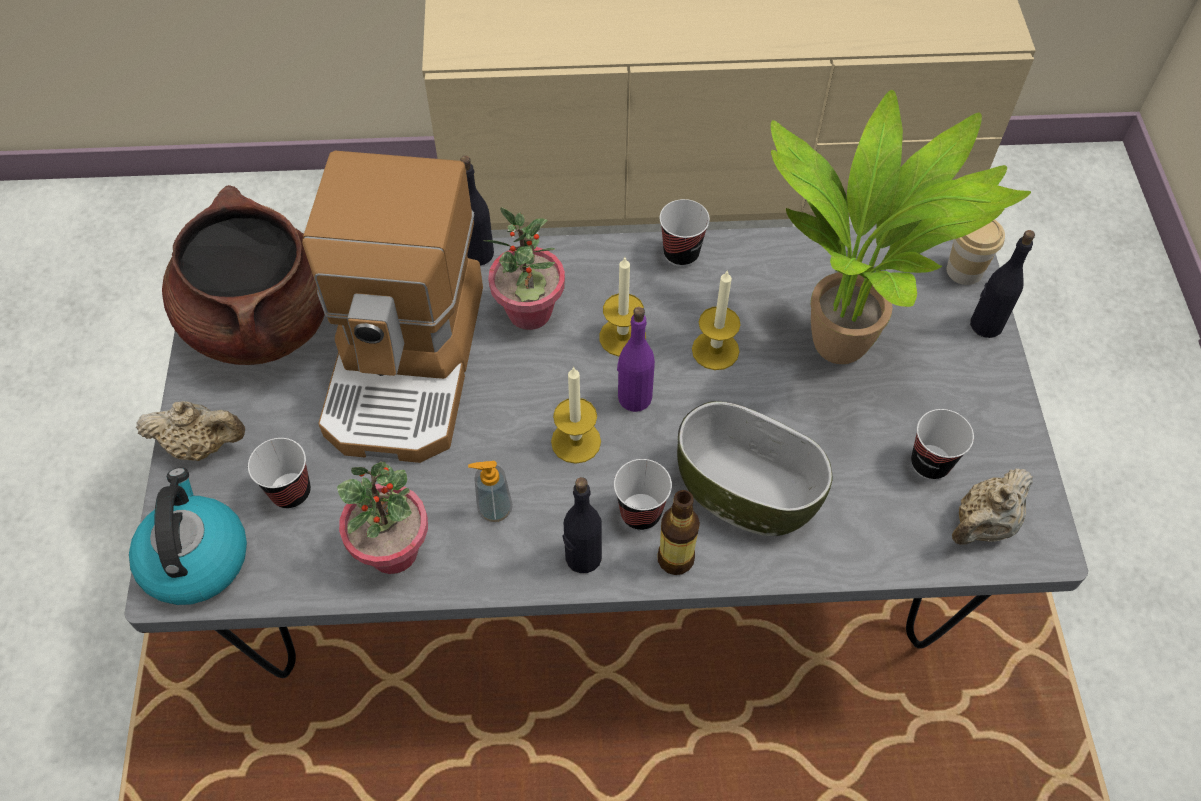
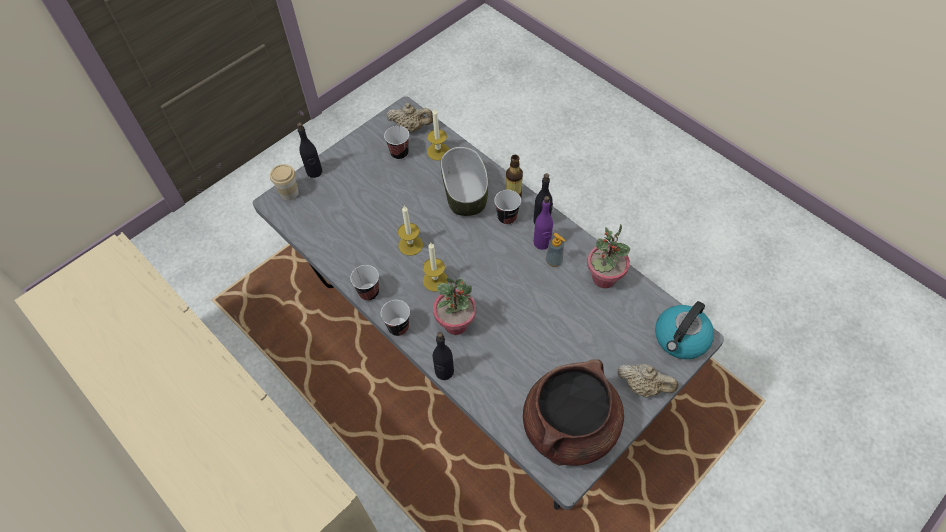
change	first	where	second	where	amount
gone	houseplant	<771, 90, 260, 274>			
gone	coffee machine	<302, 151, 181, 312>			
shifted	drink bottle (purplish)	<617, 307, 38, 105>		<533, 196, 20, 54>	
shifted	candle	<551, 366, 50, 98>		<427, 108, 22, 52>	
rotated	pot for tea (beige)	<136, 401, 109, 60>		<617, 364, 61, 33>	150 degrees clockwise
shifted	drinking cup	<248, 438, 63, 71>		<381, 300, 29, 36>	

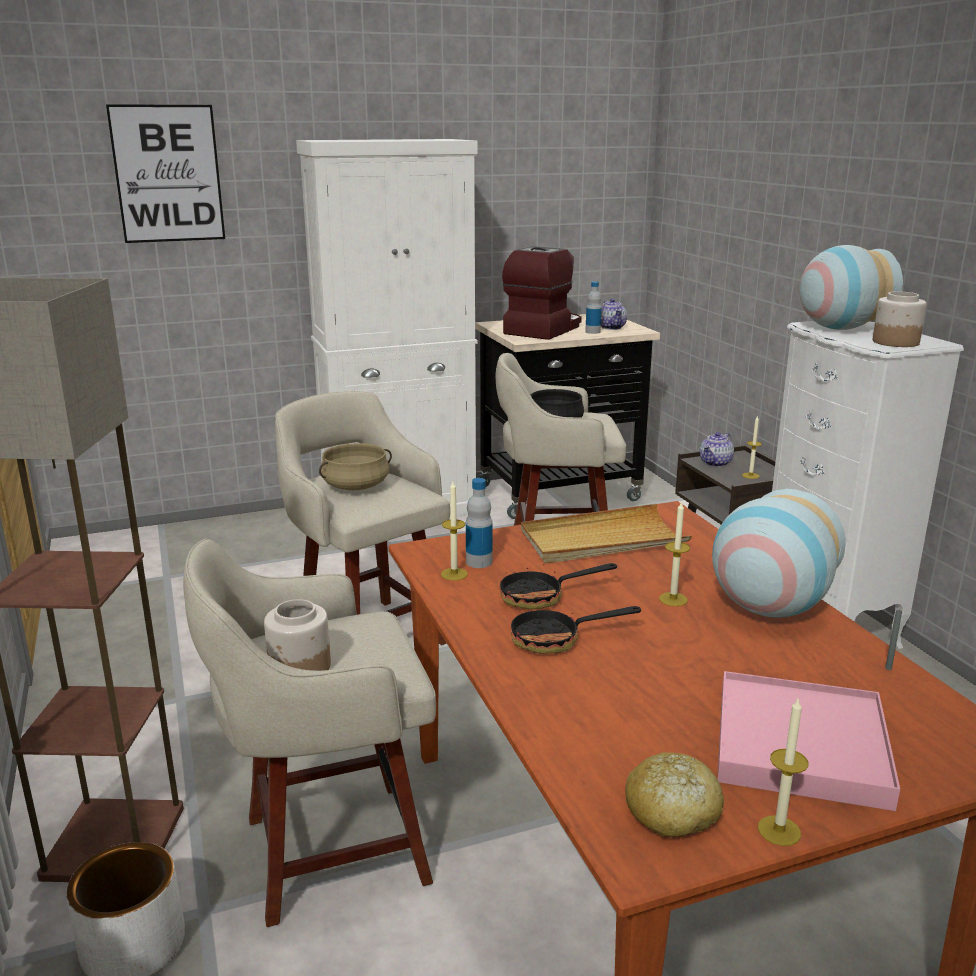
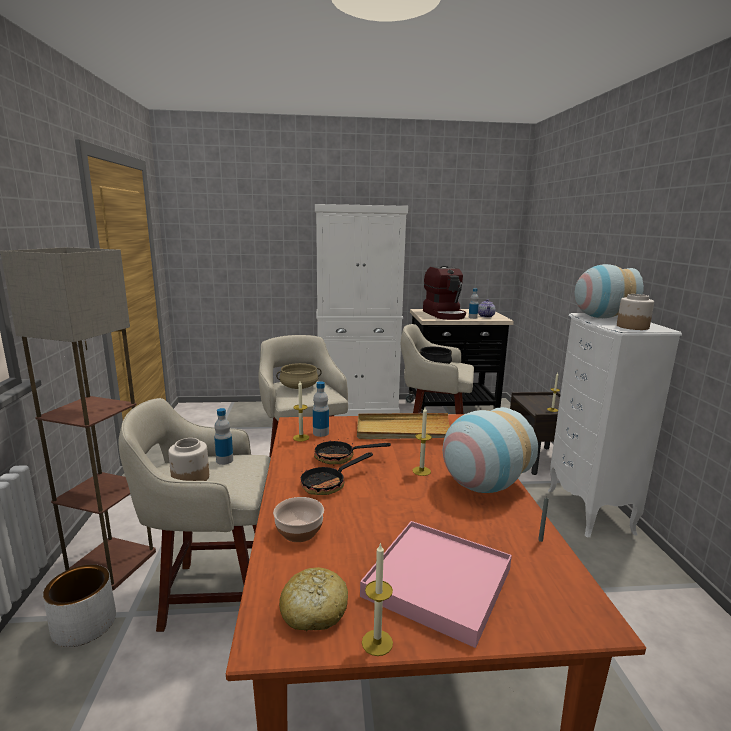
change	first	where	second	where	amount
gone	wall art	<106, 104, 119, 139>			
rotated	coffee machine	<502, 246, 80, 94>		<423, 266, 43, 54>	120 degrees clockwise
gone	pot for tea	<700, 432, 34, 35>			
rotated	frying pan	<511, 596, 130, 58>		<301, 452, 72, 43>	45 degrees counterclockwise
new			drink bottle	<214, 408, 19, 57>	
new			bowl	<273, 497, 51, 45>	

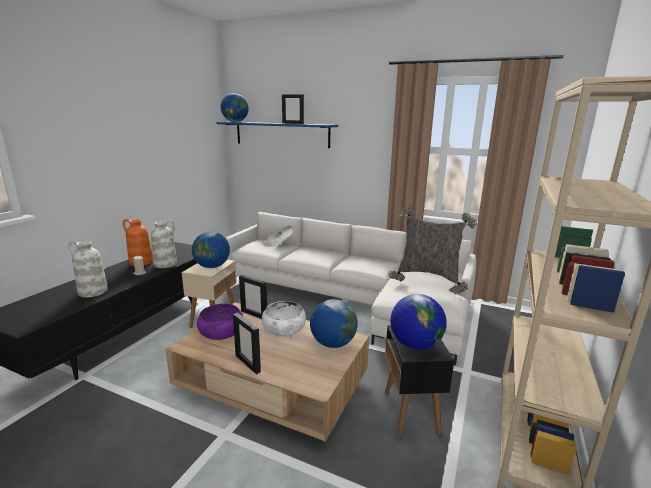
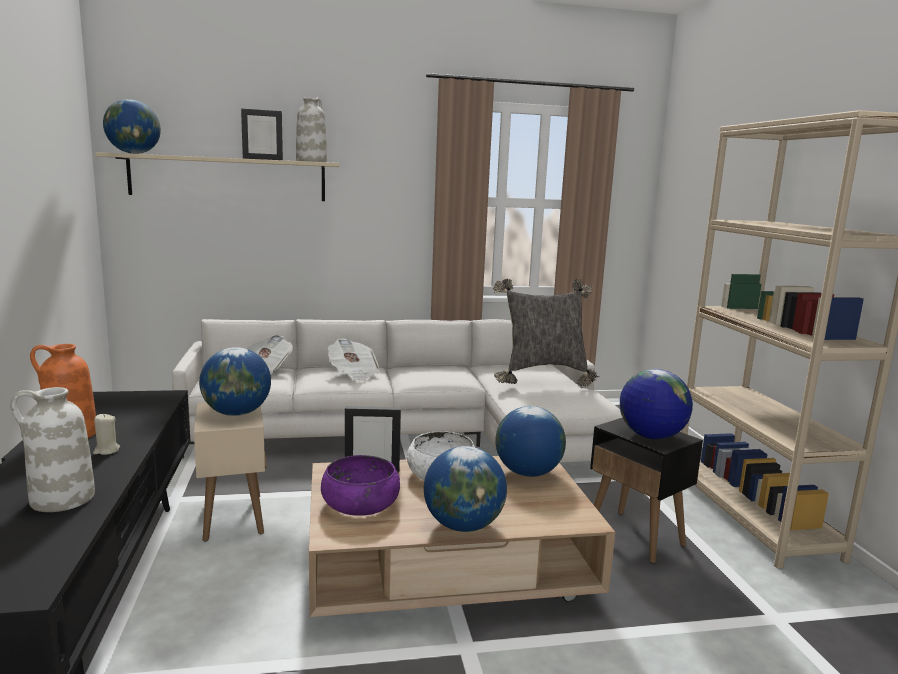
change	first	where	second	where	amount
repainted	bracket shelf (blue)	<216, 122, 122, 26>	bracket shelf (beige)	<95, 152, 245, 49>	
shifted	decorative vase (white-coloured)	<151, 220, 26, 48>		<296, 98, 31, 64>	
swapped	photo frame	<233, 313, 28, 61>	world globe	<424, 446, 83, 86>	
new			printed paper	<328, 338, 52, 44>	

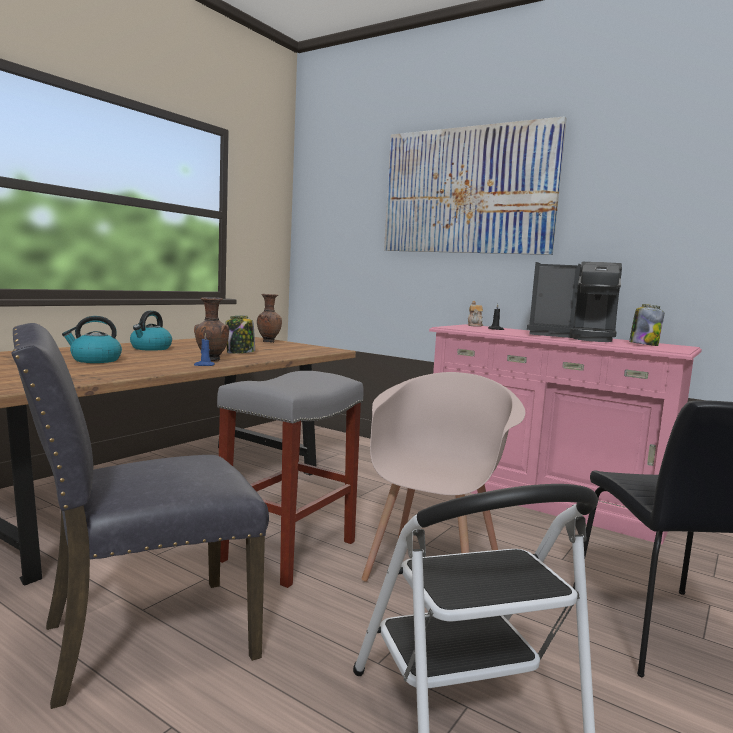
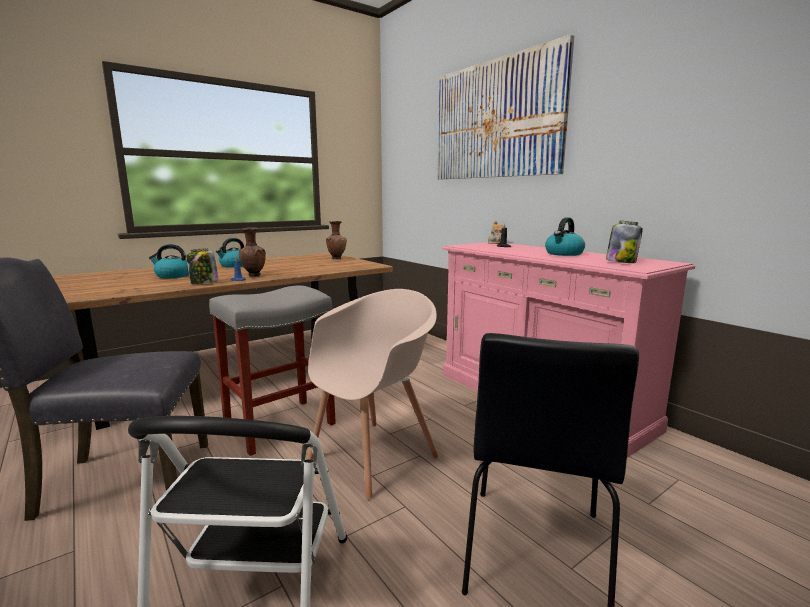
change	first	where	second	where	amount
swapped	coffee machine	<527, 262, 95, 80>	water kettle	<545, 217, 40, 39>	
shifted	storage jar	<226, 315, 29, 39>		<186, 248, 33, 36>	

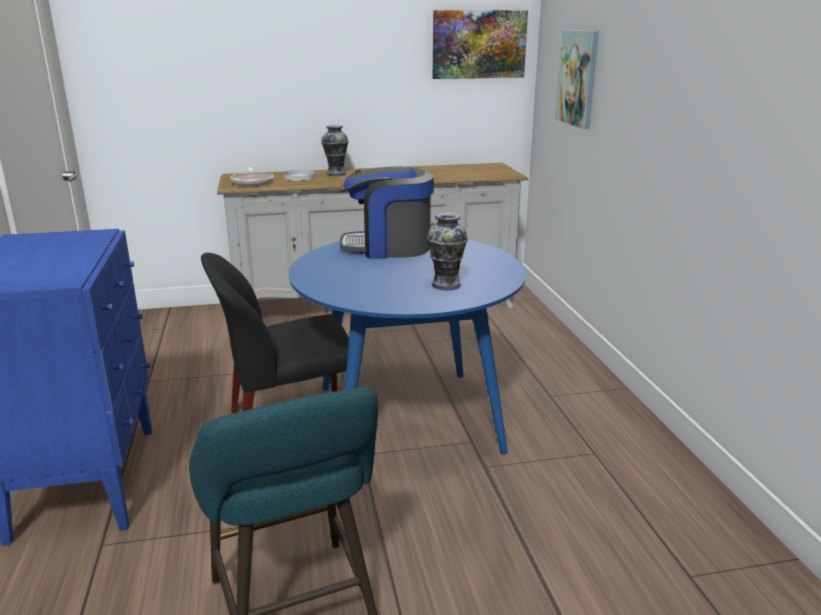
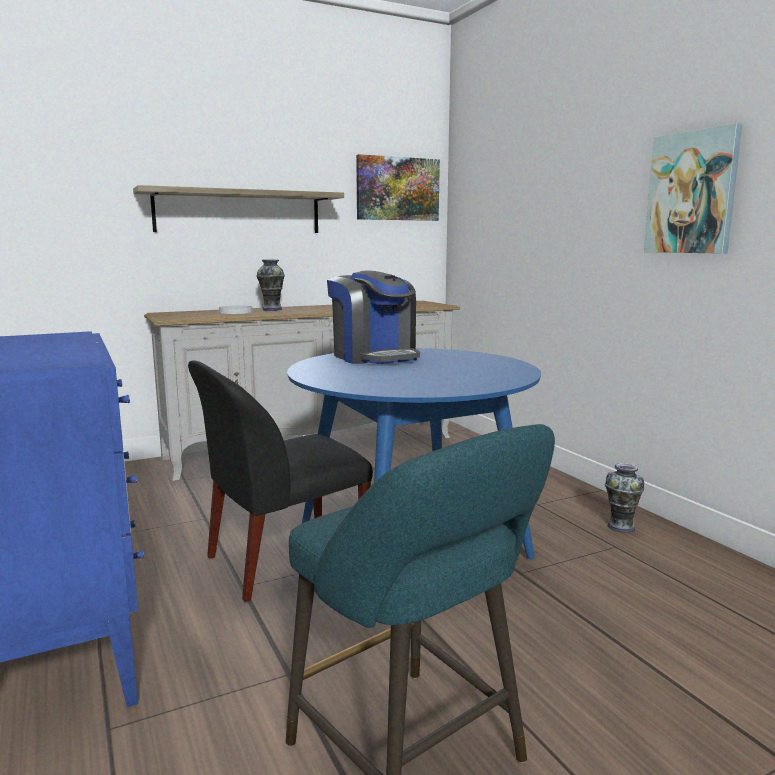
change	first	where	second	where	amount
shifted	wall art	<555, 30, 44, 99>		<644, 123, 98, 131>	
rotated	coffee machine	<339, 166, 95, 93>		<327, 271, 93, 93>	105 degrees counterclockwise
gone	frying pan	<231, 167, 42, 19>			
shifted	decorative vase	<427, 213, 41, 77>		<605, 463, 39, 69>	
new			bracket shelf	<133, 185, 211, 48>	

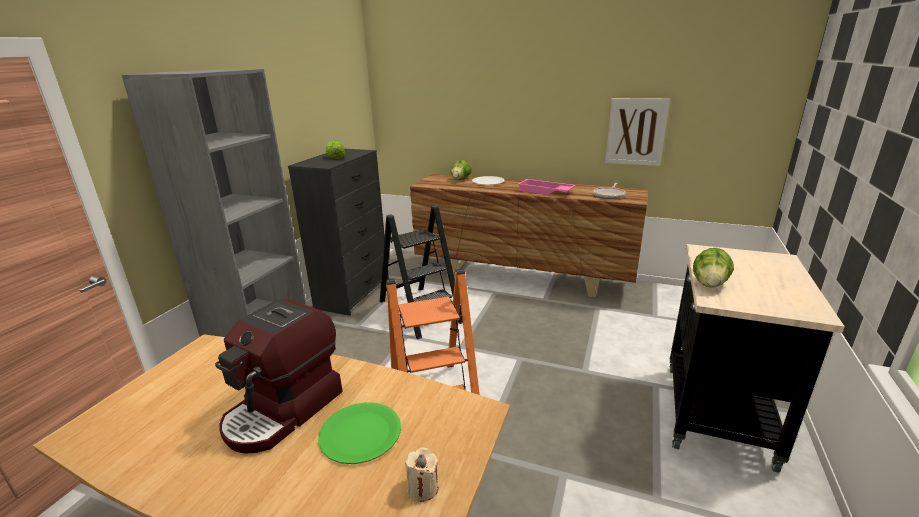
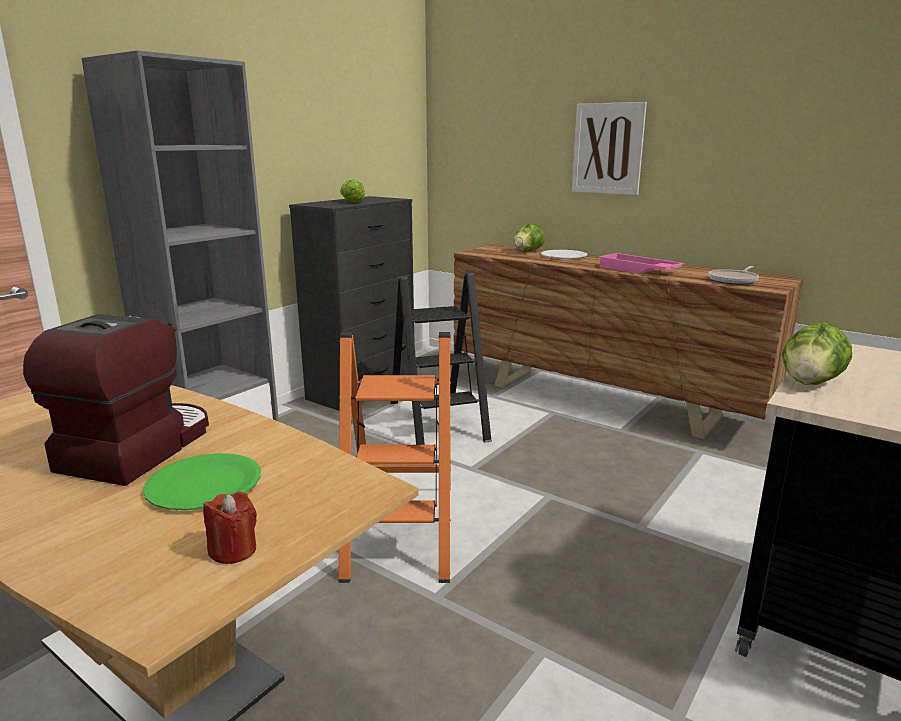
change	first	where	second	where	amount
shifted	wall art	<605, 98, 65, 68>		<572, 102, 75, 93>	
rotated	coffee machine	<215, 299, 128, 155>		<23, 314, 186, 172>	150 degrees clockwise
repainted	candle (beige)	<405, 447, 33, 55>	candle (reddish)	<203, 491, 54, 73>	

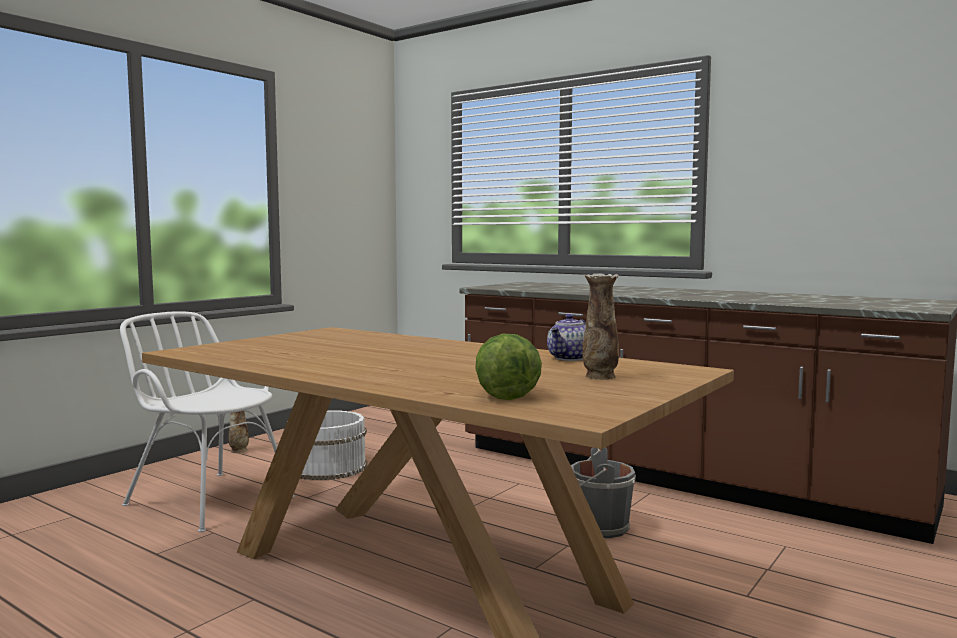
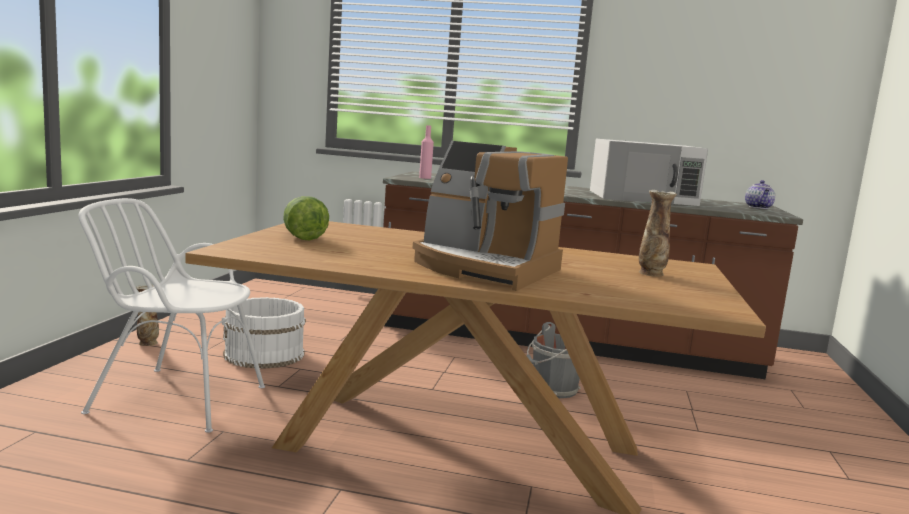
change	first	where	second	where	amount
shifted	pot for tea	<547, 314, 39, 47>		<745, 180, 30, 29>	
shifted	lettuce head	<475, 334, 67, 66>		<283, 196, 46, 45>	
new			drink bottle (pink-coloured)	<419, 125, 15, 54>	
new			kitchen microwave (white-coloured)	<590, 139, 118, 67>	
new			coffee machine	<413, 141, 155, 150>	

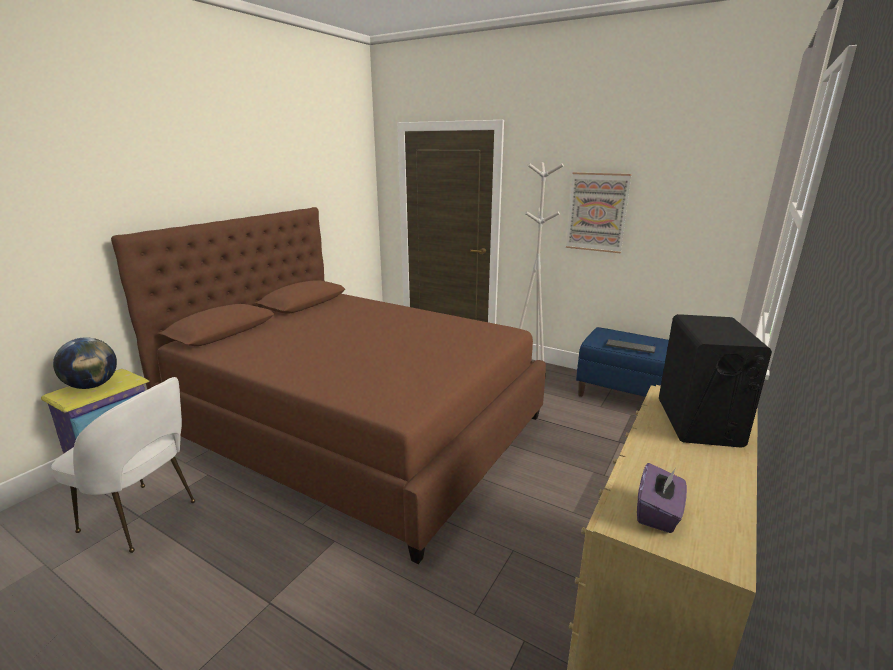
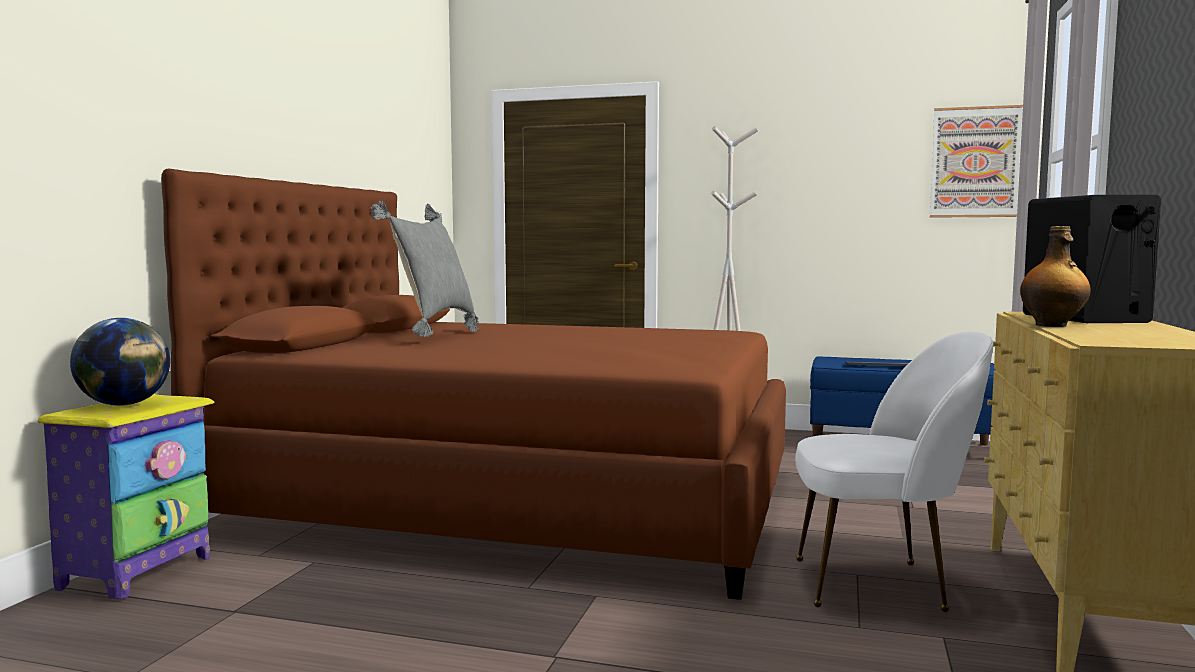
change	first	where	second	where	amount
shifted	wall art	<566, 172, 66, 81>		<930, 105, 93, 113>	
shifted	chair (white-coloured)	<51, 377, 144, 176>		<795, 332, 198, 280>	
gone	tissue holder (purplish)	<637, 463, 50, 70>			
new			throw pillow (greyish)	<371, 201, 108, 136>	
new			drink bottle	<1020, 226, 70, 101>	

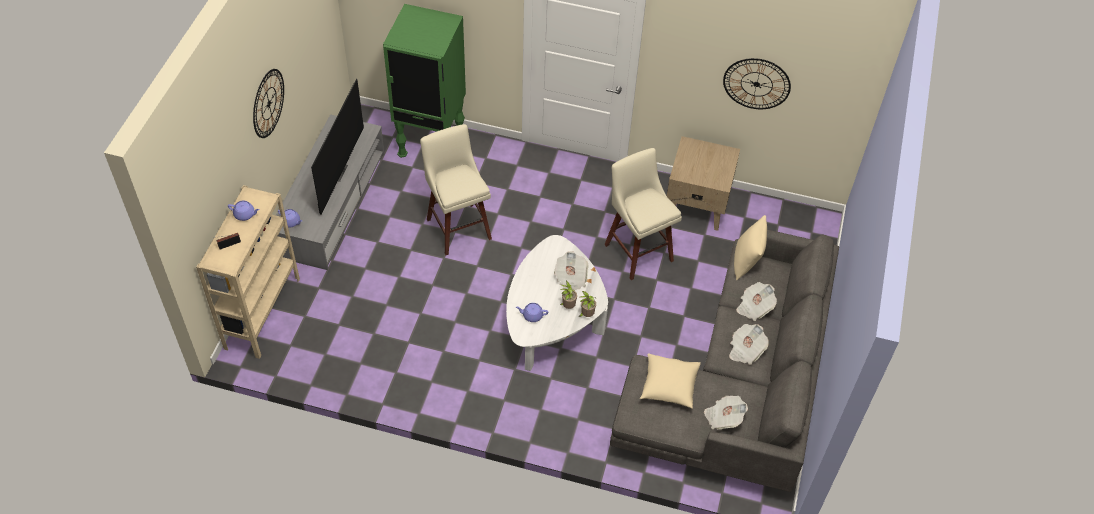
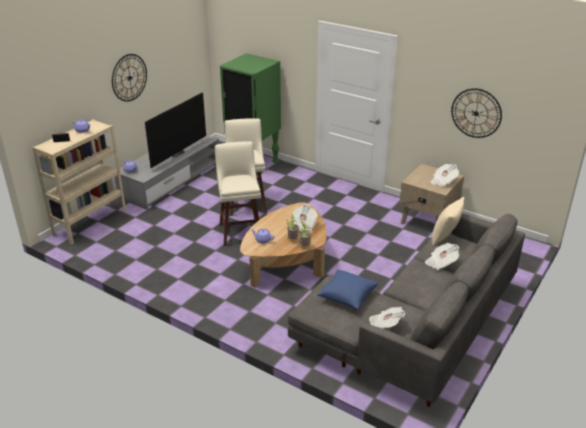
change	first	where	second	where	amount
shifted	stool (beige)	<604, 148, 78, 132>		<215, 141, 46, 105>	
repainted	low table (white-coloured)	<506, 235, 102, 136>	low table (brown-coloured)	<240, 202, 87, 85>	
shifted	printed paper	<729, 324, 40, 41>		<431, 164, 28, 23>	
repainted	throw pillow (beige)	<640, 353, 61, 56>	throw pillow (blue)	<317, 270, 62, 40>	

